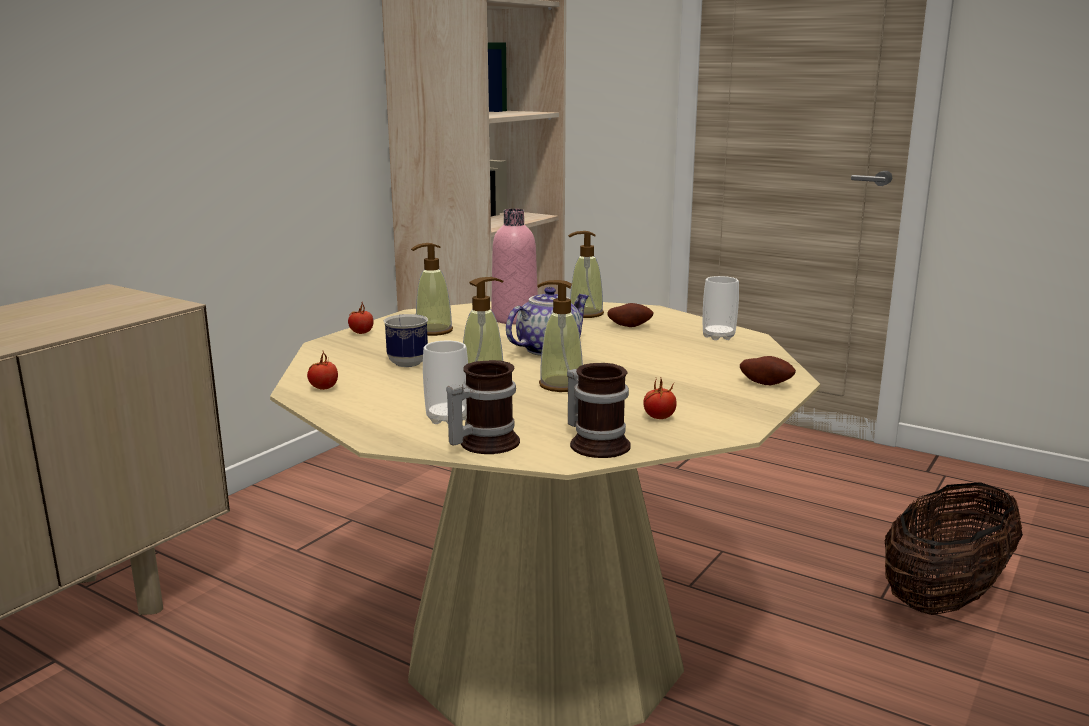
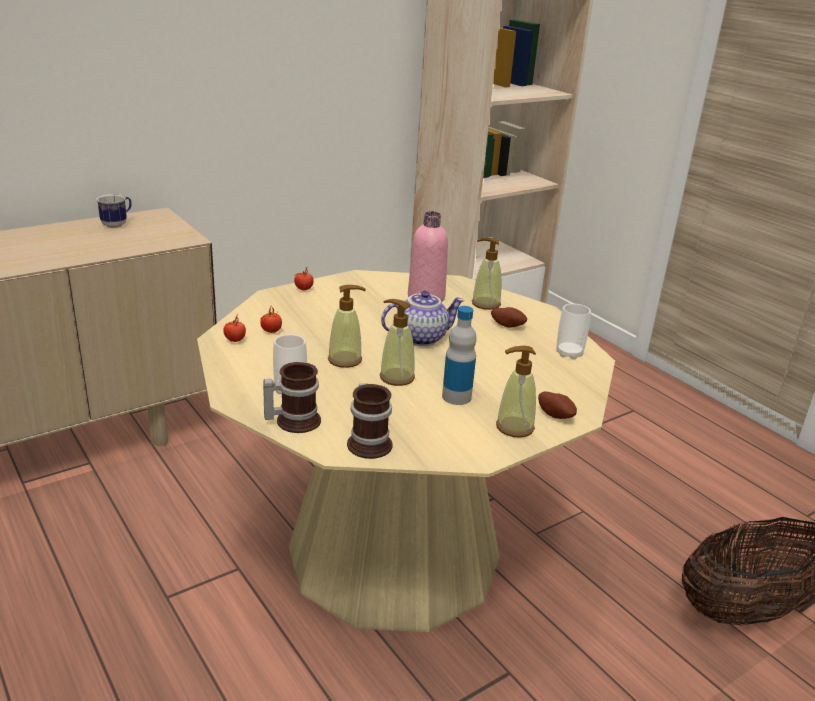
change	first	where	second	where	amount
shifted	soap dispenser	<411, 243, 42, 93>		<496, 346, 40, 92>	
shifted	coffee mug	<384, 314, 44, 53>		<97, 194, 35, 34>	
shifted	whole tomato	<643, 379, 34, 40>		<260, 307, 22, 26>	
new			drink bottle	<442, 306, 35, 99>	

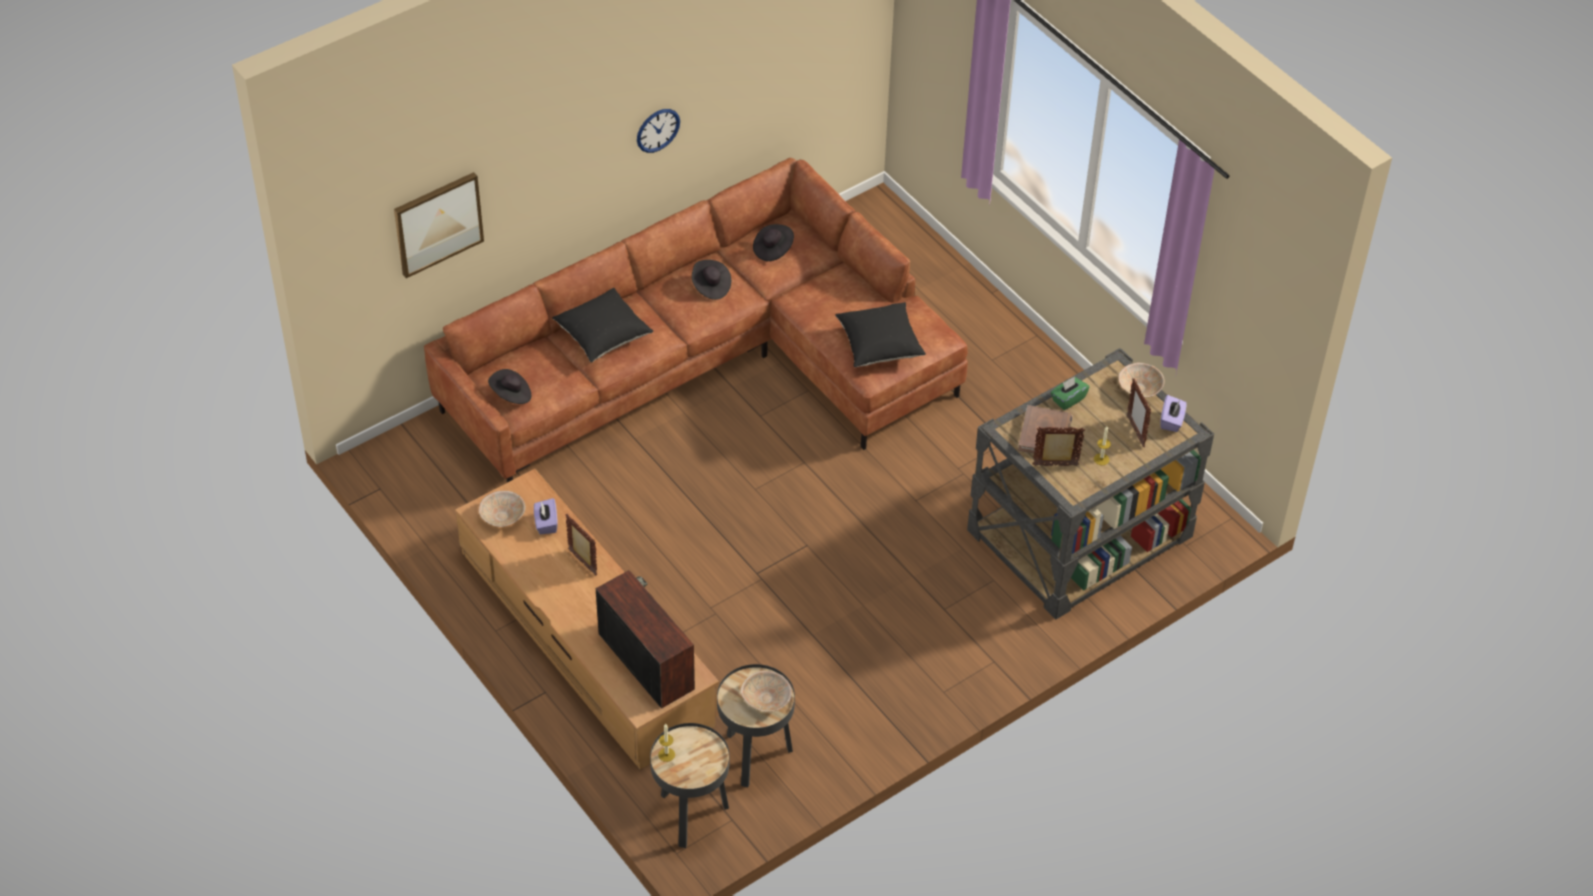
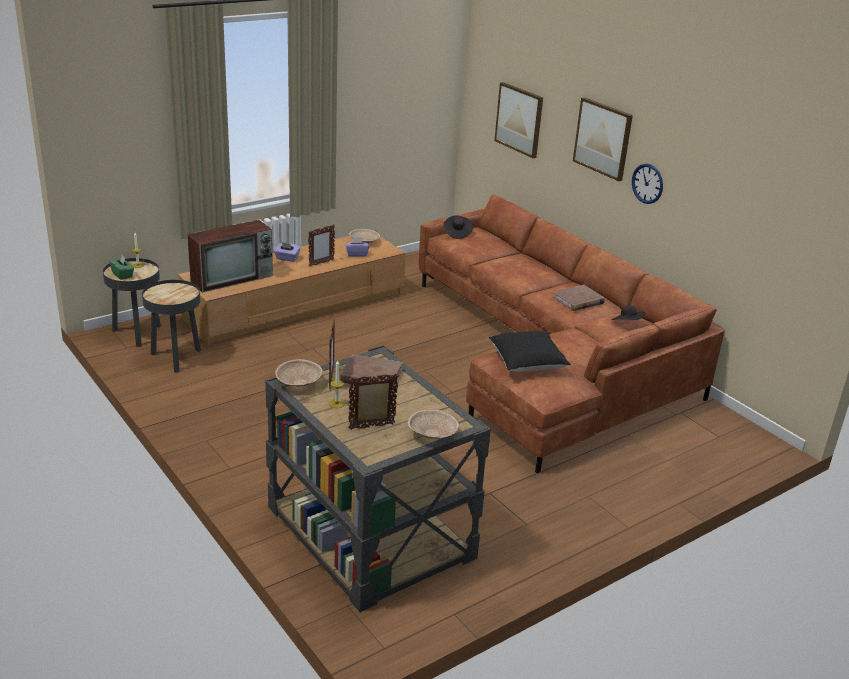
change	first	where	second	where	amount
swapped	hat (blackish)	<692, 260, 39, 40>	bound book (brown-coloured)	<553, 285, 52, 26>	
gone	throw pillow (blackish)	<552, 288, 101, 74>			
shifted	tissue holder (green)	<1051, 377, 39, 33>		<109, 255, 25, 25>	
shifted	tissue holder (purplish)	<1160, 395, 27, 37>		<274, 242, 27, 20>	
shifted	bowl (beige)	<741, 671, 51, 41>		<275, 359, 48, 27>	
new			wall art	<573, 97, 60, 84>	

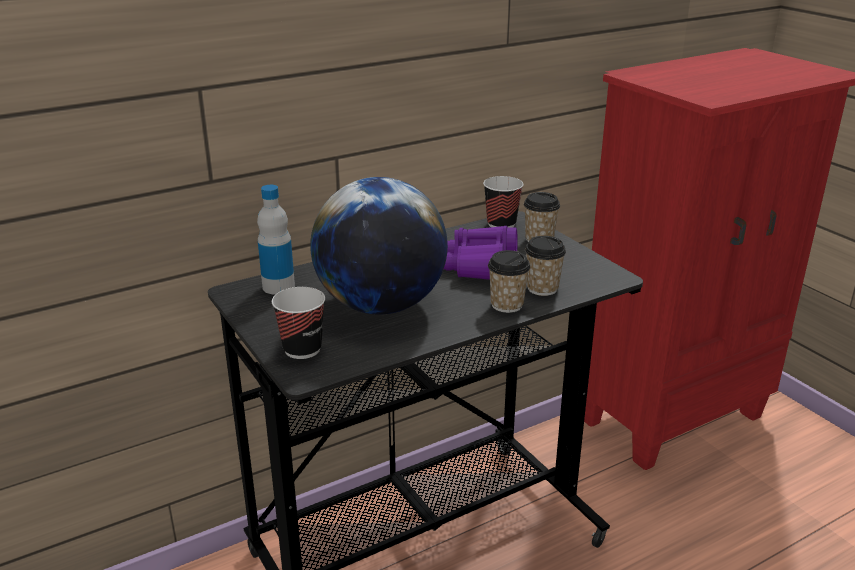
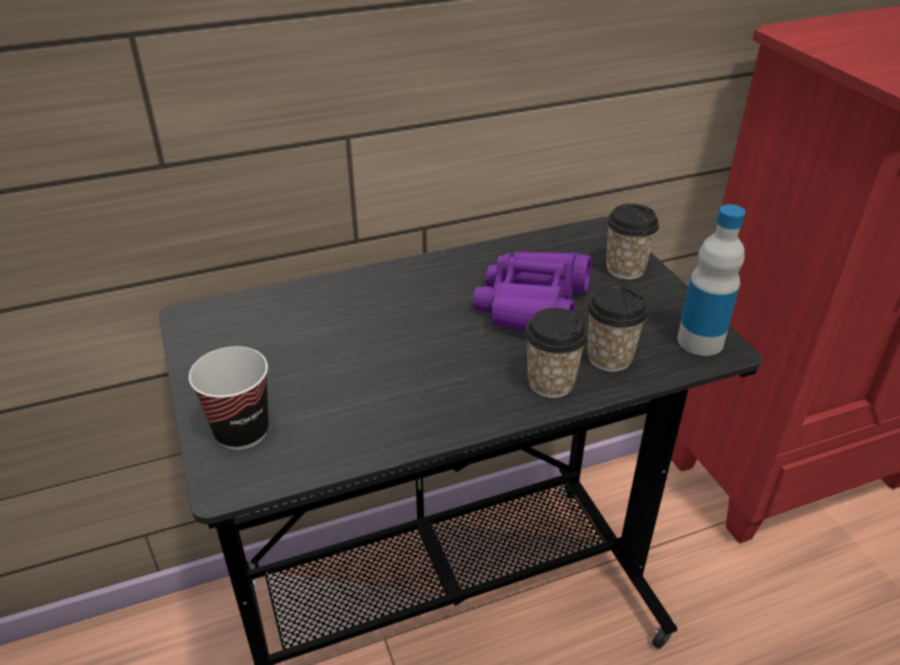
change	first	where	second	where	amount
gone	drinking cup	<483, 176, 41, 52>			
gone	world globe	<310, 177, 138, 138>			
shifted	drink bottle	<257, 185, 38, 110>		<677, 204, 68, 152>	

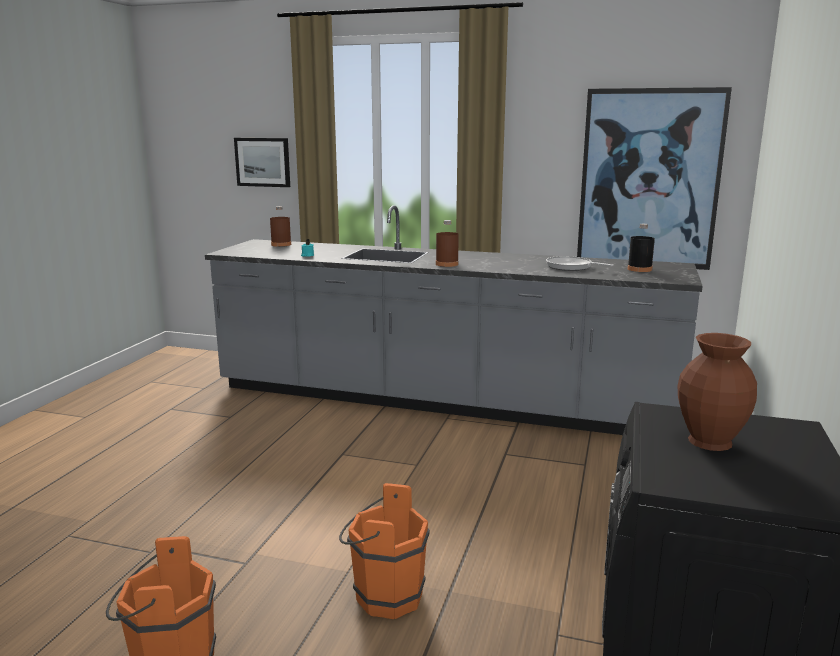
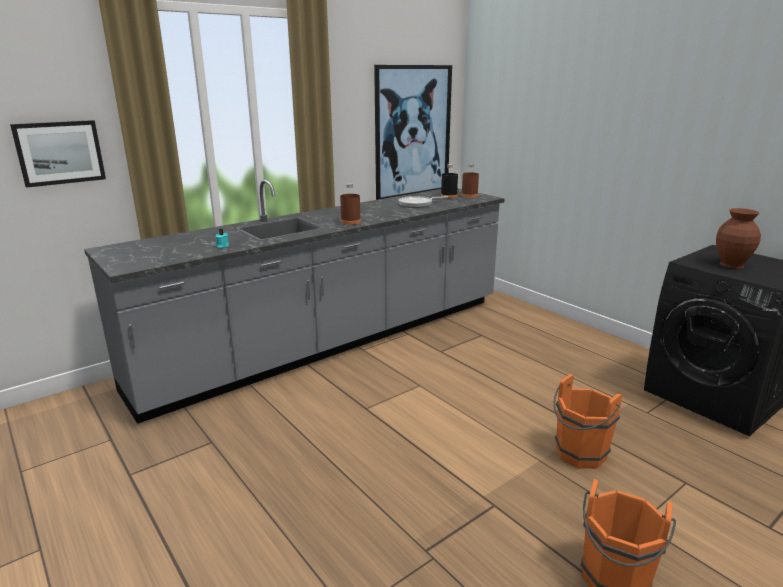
change	first	where	second	where	amount
shifted	drink bottle (brown-coloured)	<270, 206, 21, 41>		<461, 164, 18, 34>	

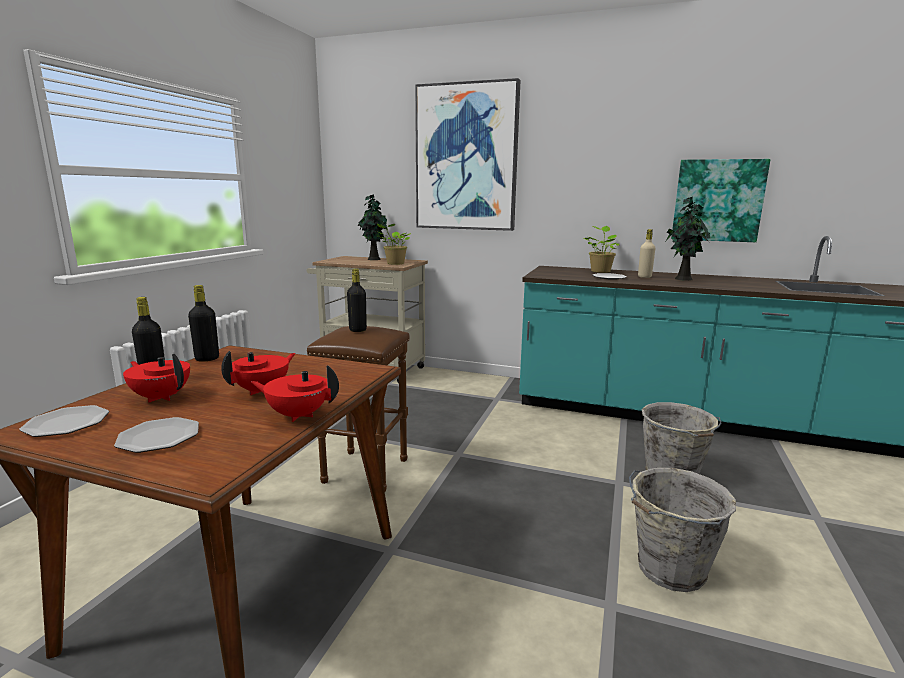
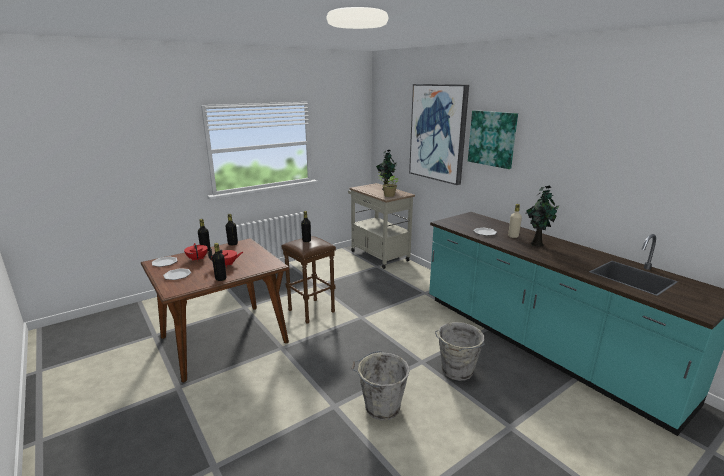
change	first	where	second	where	amount
shifted	wall art	<671, 159, 99, 83>		<468, 110, 50, 59>	
gone	houseplant	<584, 226, 36, 47>			
swapped	pot for tea (reddish)	<251, 365, 88, 57>	drink bottle (blackish)	<212, 243, 14, 38>	

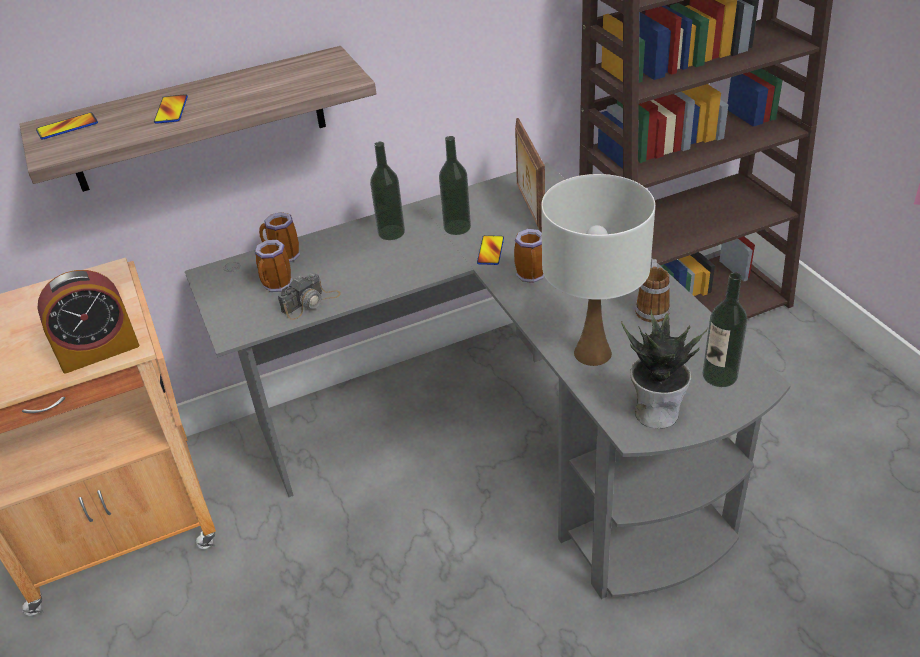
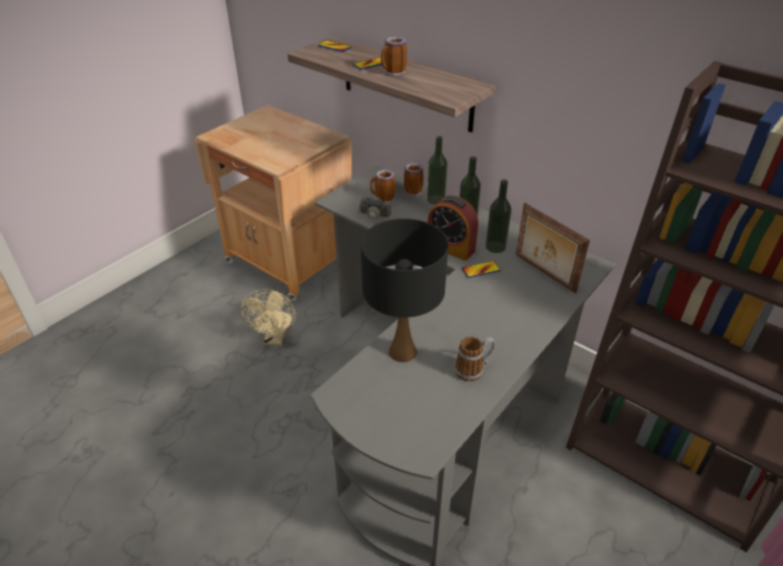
change	first	where	second	where	amount
rotated	photo frame	<515, 118, 30, 115>		<516, 203, 74, 90>	90 degrees counterclockwise
repainted	lamp for a table (white-coloured)	<541, 174, 114, 192>	lamp for a table (blackish)	<361, 219, 87, 143>	
shifted	coffee mug	<514, 229, 30, 54>		<381, 36, 26, 40>	
shifted	alarm clock	<37, 270, 102, 104>		<427, 196, 51, 65>	
shifted	drink bottle	<703, 272, 44, 115>		<427, 136, 21, 69>	
gone	houseplant	<621, 310, 87, 119>			
new			fan (beige)	<241, 289, 54, 56>	

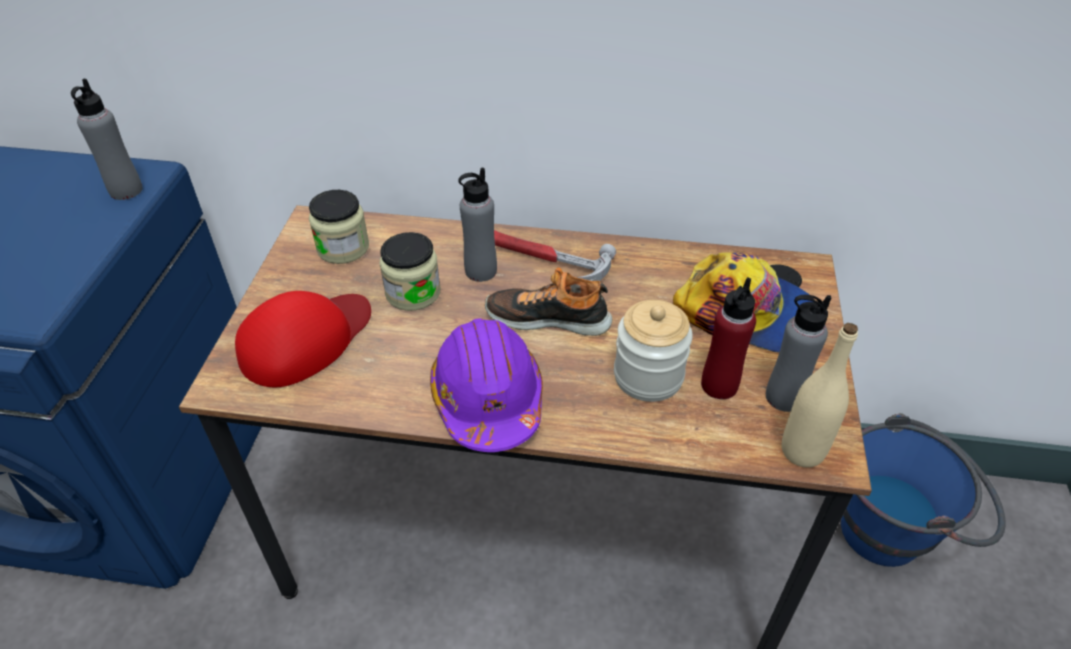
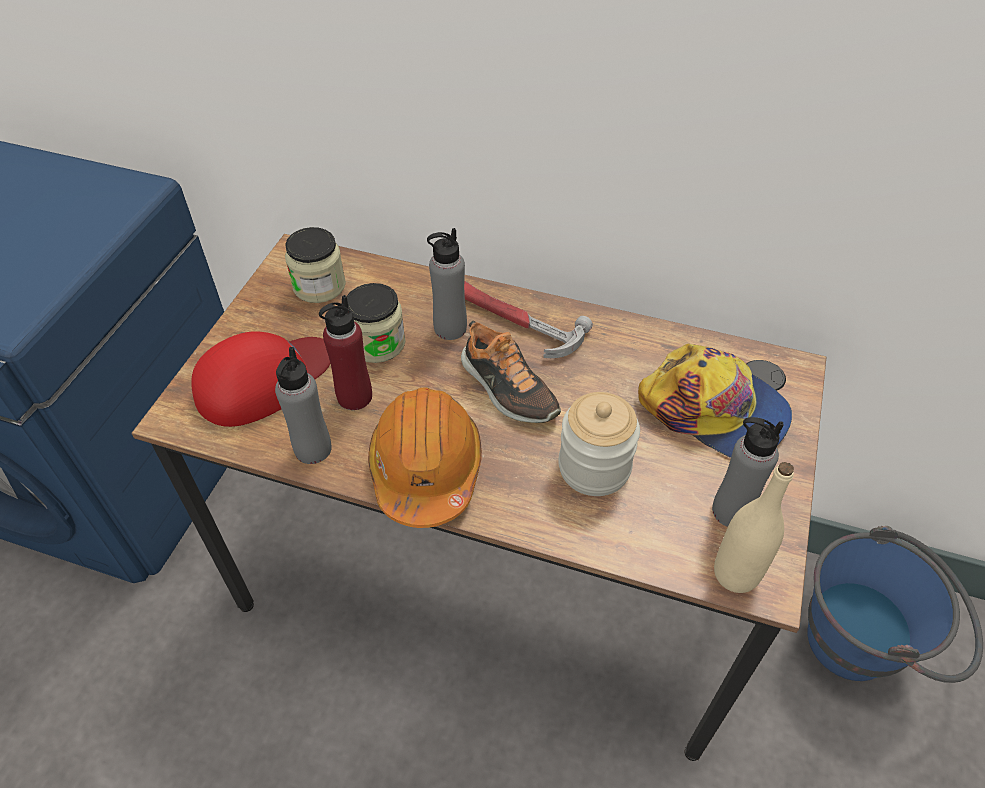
change	first	where	second	where	amount
shifted	drink bottle (greyish)	<71, 79, 72, 121>		<275, 347, 57, 117>	
rotated	shoe	<485, 267, 127, 69>		<461, 320, 100, 103>	150 degrees counterclockwise
shifted	drink bottle (reddish)	<701, 277, 55, 122>		<319, 295, 53, 115>	
repainted	safety helmet (purplish)	<430, 318, 113, 134>	safety helmet (orange)	<368, 387, 114, 141>	

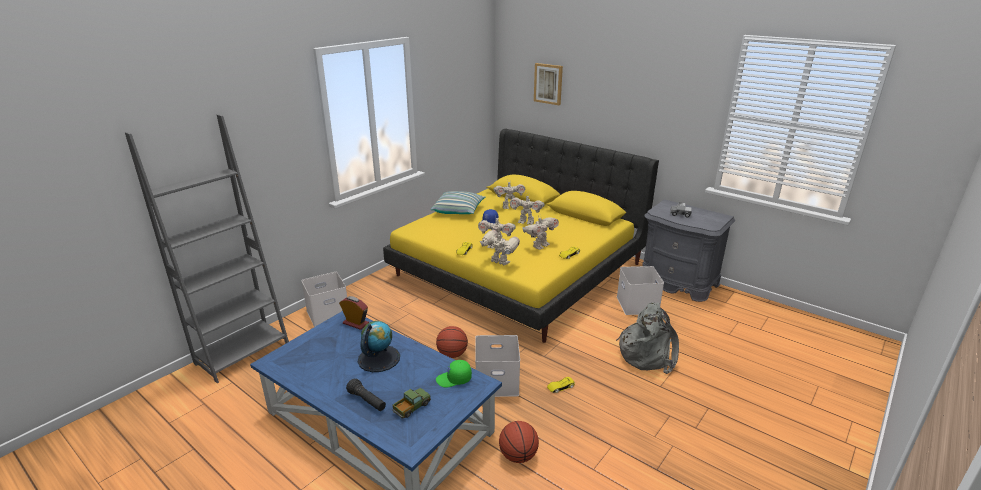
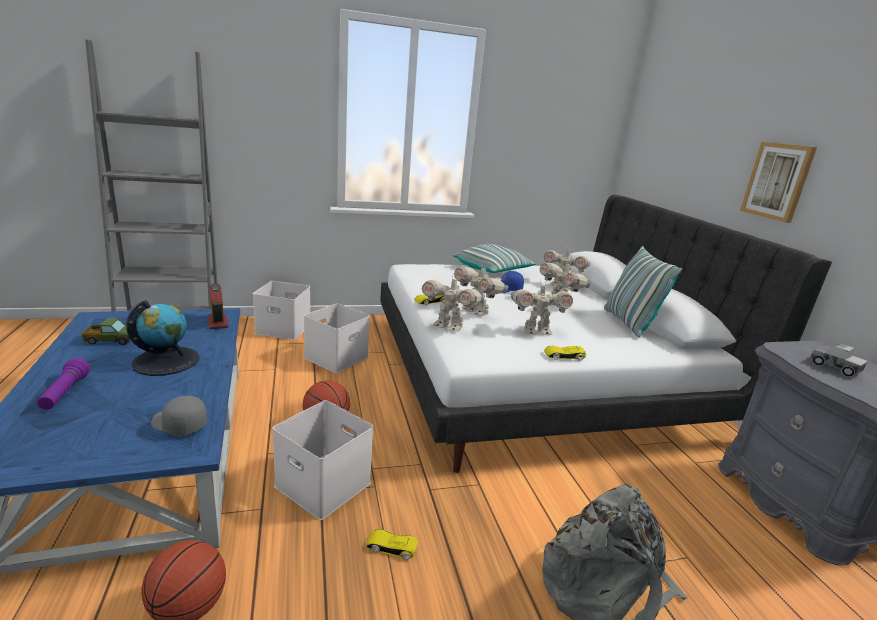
change	first	where	second	where	amount
shifted	wall art	<534, 63, 29, 42>		<740, 142, 77, 81>	
repainted	sleeping bed (yellow-coloured)	<383, 129, 276, 214>	sleeping bed (white-coloured)	<381, 195, 451, 278>	
rotated	robot figure	<480, 230, 40, 36>		<422, 274, 62, 57>	135 degrees clockwise
shifted	storage bin (white-coloured)	<617, 266, 47, 49>		<304, 303, 66, 70>	
repainted	cap (green)	<436, 360, 36, 27>	cap (greyish)	<151, 395, 56, 41>	
repainted	hand torch (blackish)	<346, 379, 40, 32>	hand torch (purplish)	<37, 358, 53, 52>	
shifted	toy truck	<392, 388, 39, 31>		<82, 319, 49, 26>	
new			throw pillow	<604, 246, 79, 92>	

